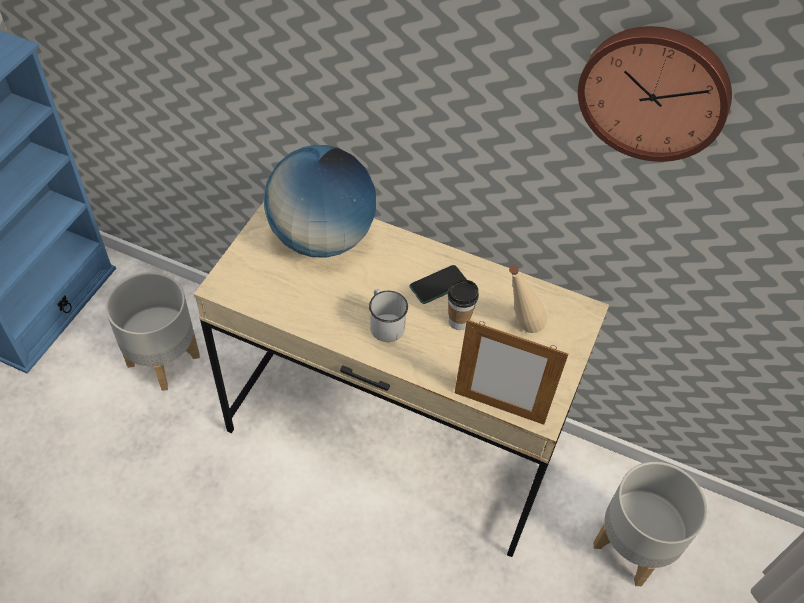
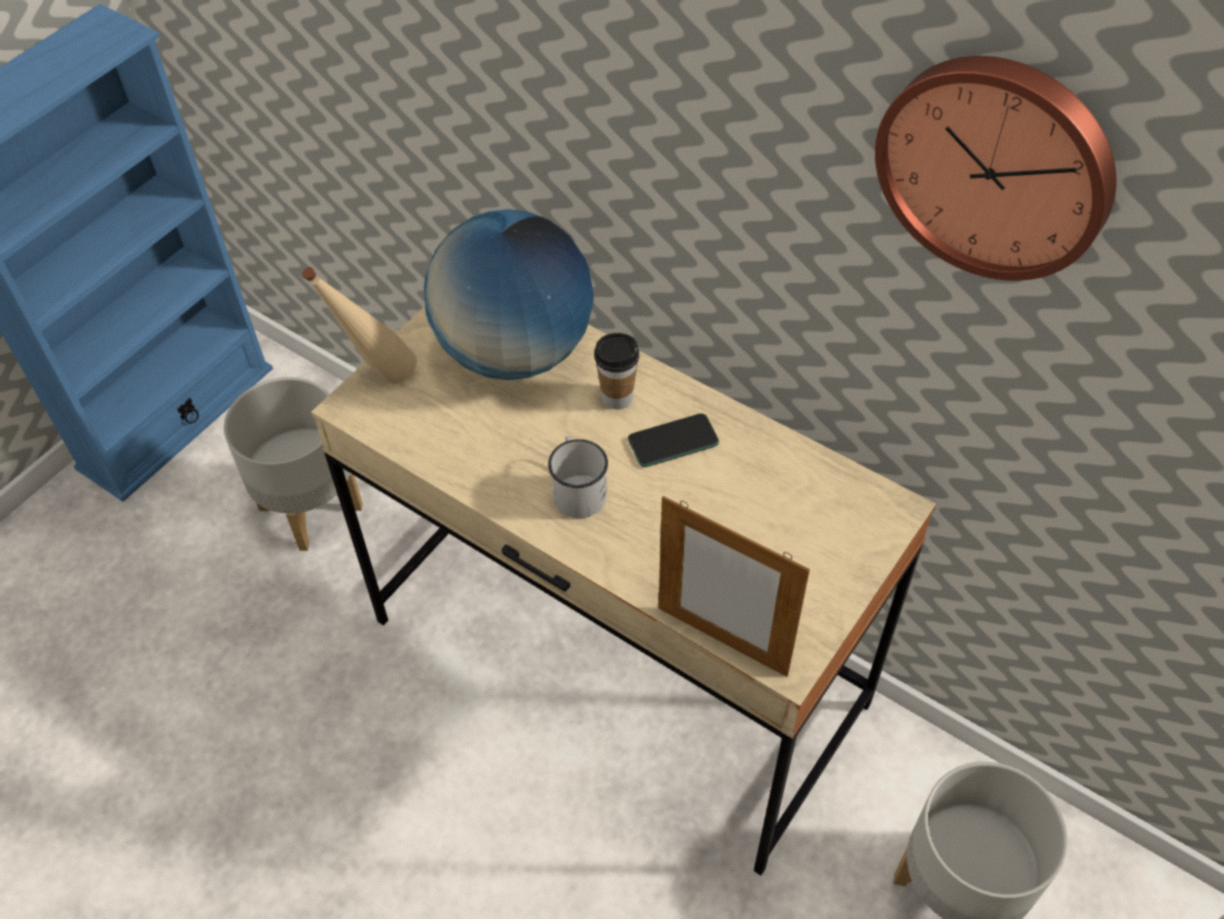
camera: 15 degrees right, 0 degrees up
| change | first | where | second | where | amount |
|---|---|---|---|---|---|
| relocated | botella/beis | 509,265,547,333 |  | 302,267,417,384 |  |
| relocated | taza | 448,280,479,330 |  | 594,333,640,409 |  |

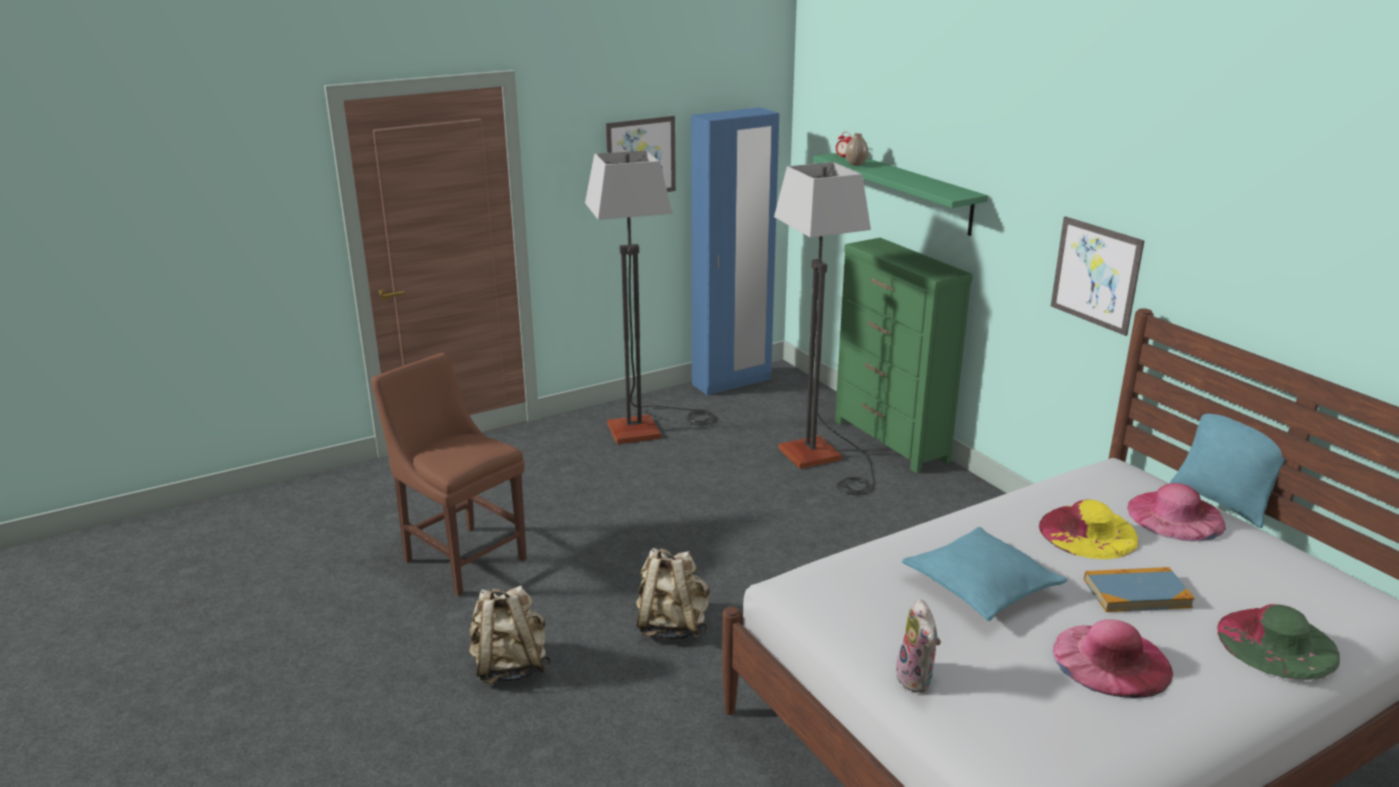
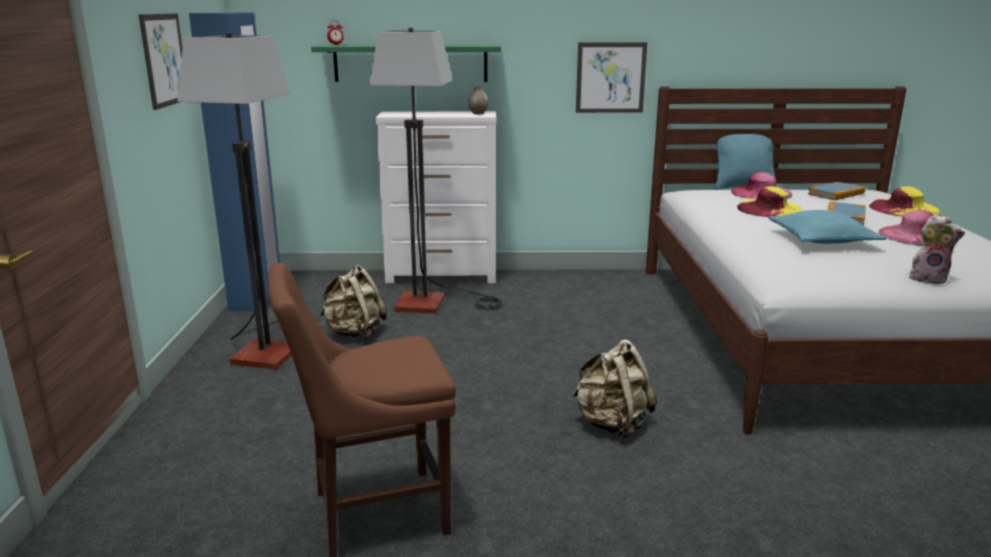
camera: 60 degrees left, 5 degrees down
| change | first | where | second | where | amount |
|---|---|---|---|---|---|
| relocated | florero | 845,133,868,166 |  | 468,86,488,114 |  |
| colour | cómoda/verde | 835,238,973,473 | cómoda/blanco | 376,111,496,283 |  |
| relocated | mochila/beis | 469,585,551,684 |  | 320,265,388,341 |  |
| colour | sombrero/verde | 1217,604,1340,680 | sombrero/amarillo | 869,186,940,216 |  |
| appeared |  |  | libro | 808,182,865,200 |  |

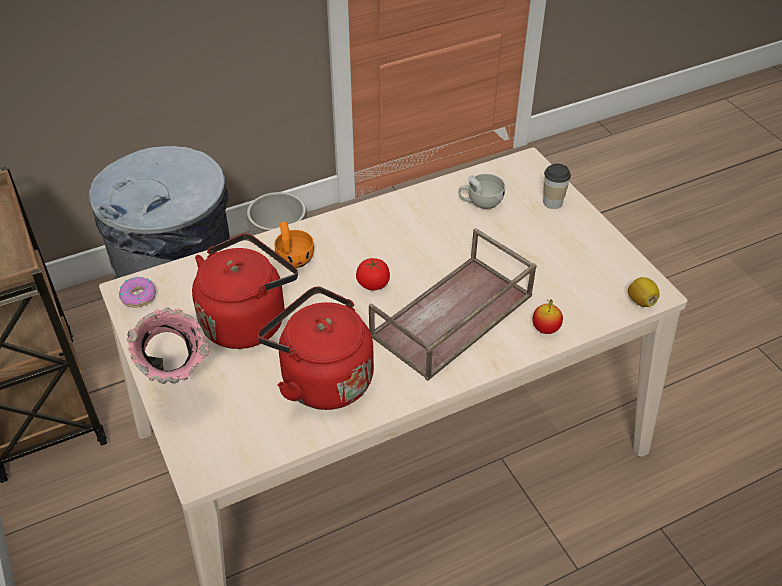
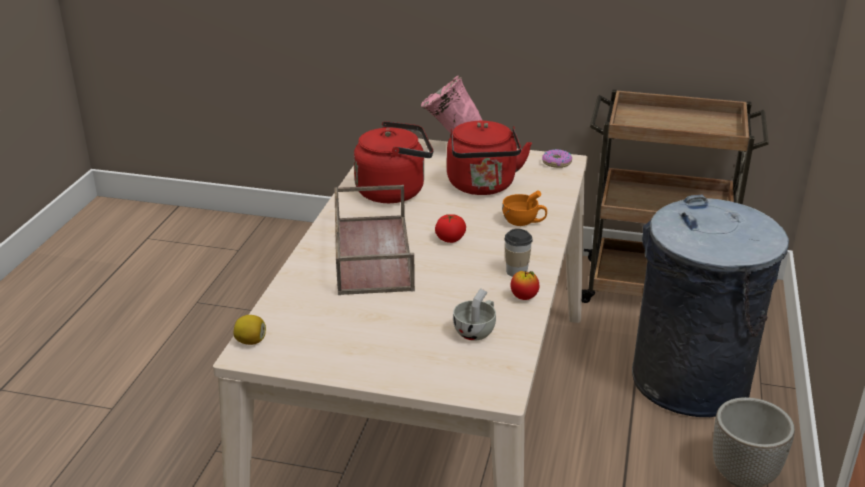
camera: 130 degrees right, 15 degrees down
| change | first | where | second | where | amount |
|---|---|---|---|---|---|
| relocated | taza | 543,163,571,209 |  | 505,229,533,277 |  |
| relocated | manzana | 532,299,563,334 |  | 510,271,539,300 |  |

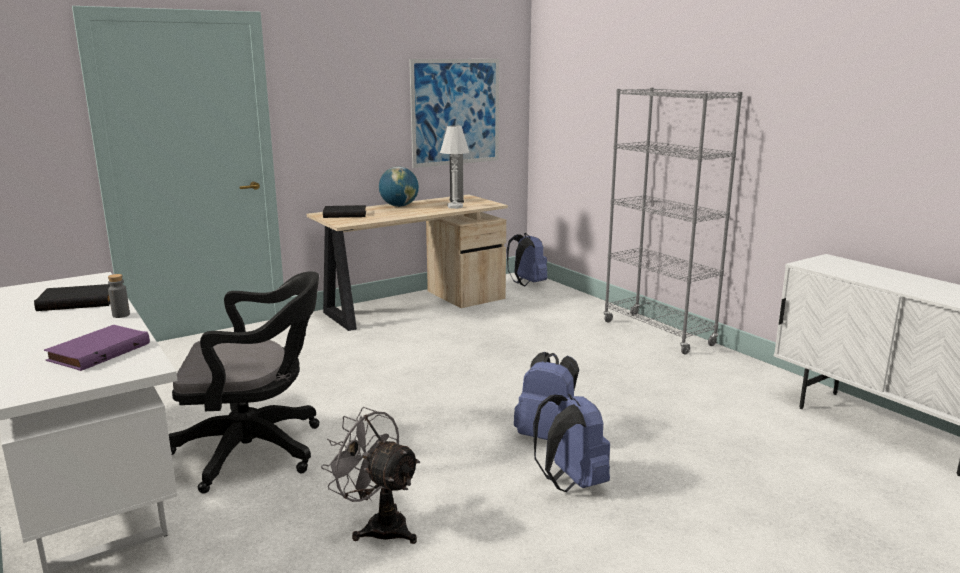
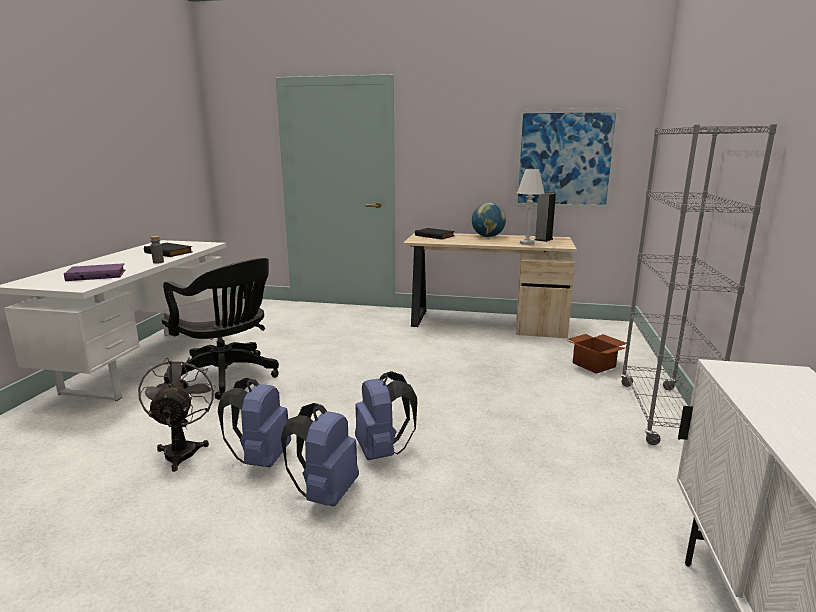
camera: 45 degrees right, 0 degrees up
| change | first | where | second | where | amount |
|---|---|---|---|---|---|
| relocated | mochila/azul | 506,233,547,286 |  | 218,378,291,467 |  |
| appeared |  |  | caja de cartón | 566,334,627,374 |  |

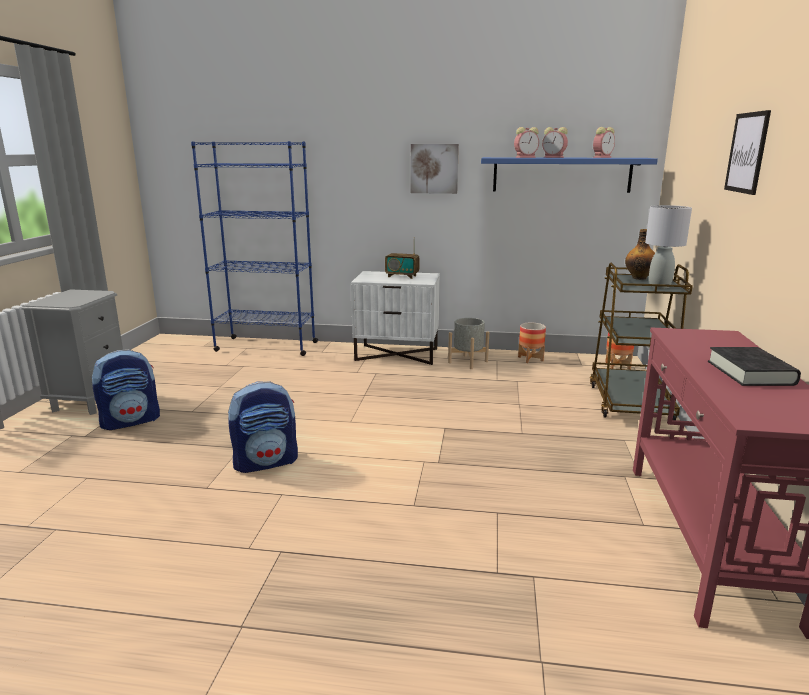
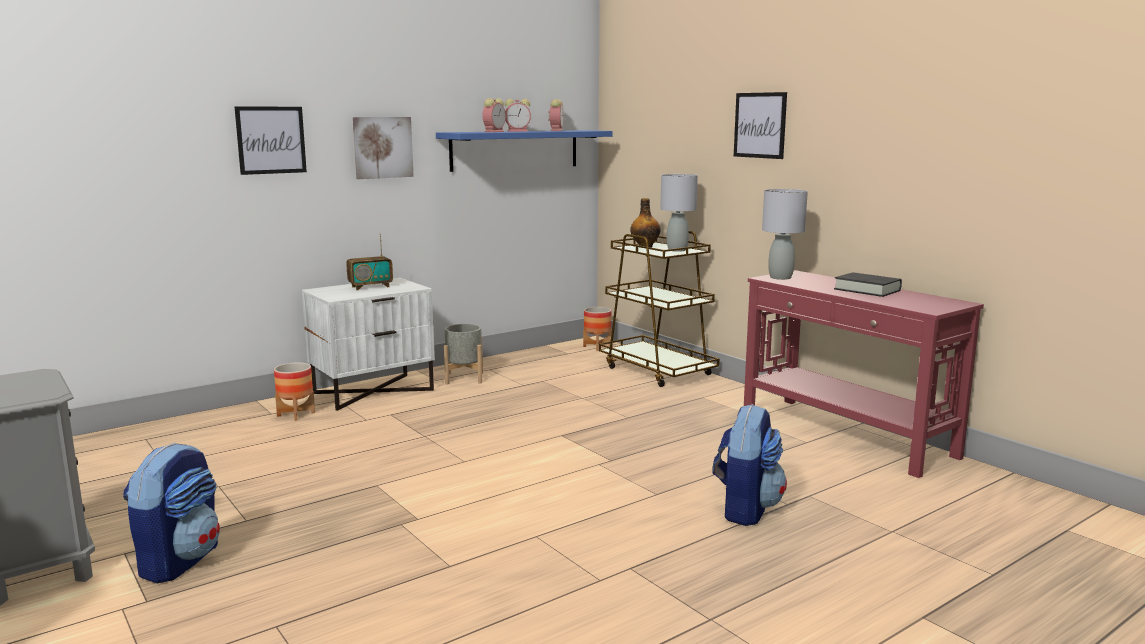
camera: 45 degrees left, 5 degrees down
| change | first | where | second | where | amount |
|---|---|---|---|---|---|
| missing | estantería/azul | 191,141,318,356 |  |  |  |
| relocated | maceta | 518,323,546,363 |  | 274,362,315,421 |  |
| relocated | mochila | 228,381,298,473 |  | 712,404,787,526 |  |
| appeared |  |  | cuadro | 234,106,307,175 |  |
| appeared |  |  | lámpara de mesa/gris | 762,189,808,280 |  |

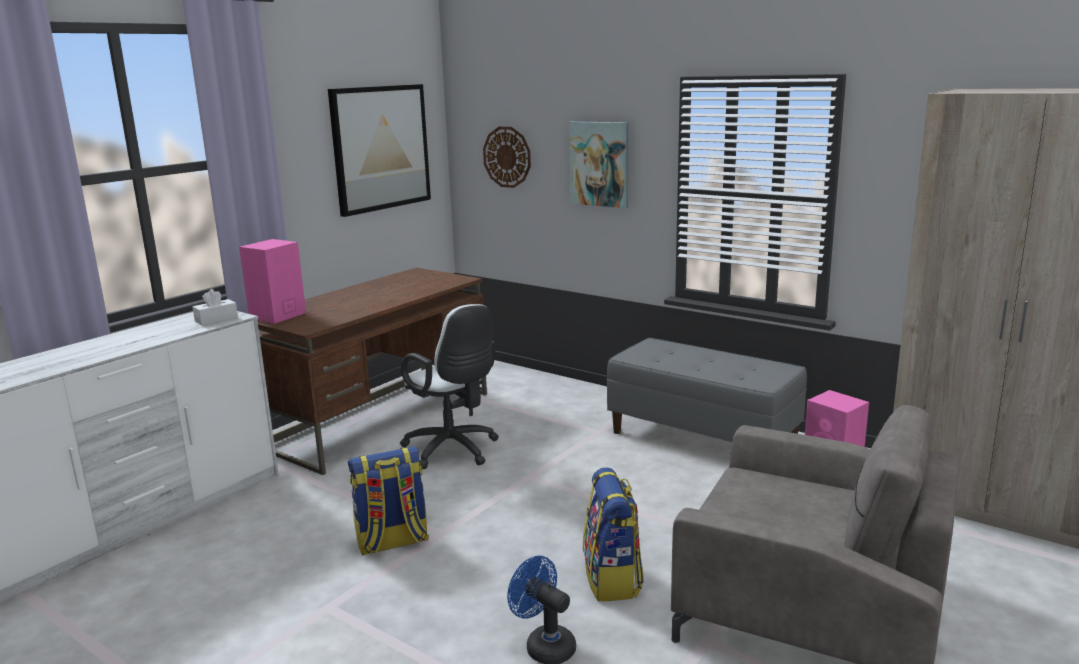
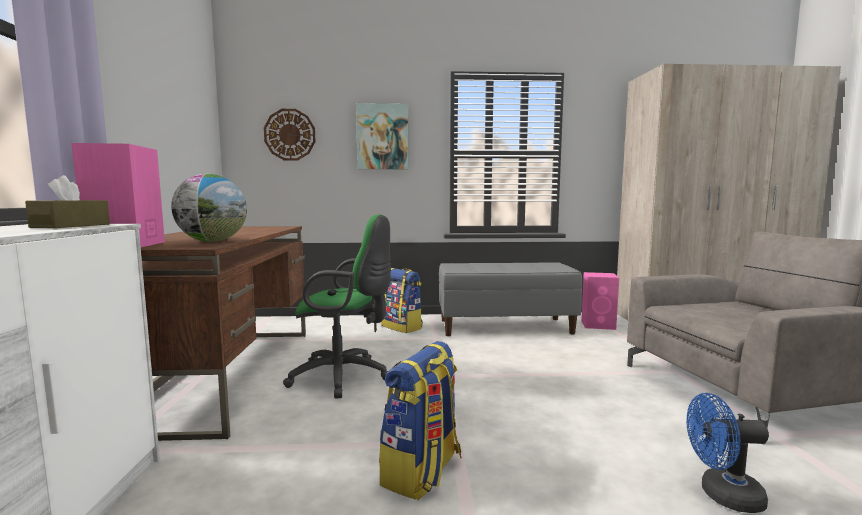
camera: 40 degrees left, 10 degrees down
| change | first | where | second | where | amount |
|---|---|---|---|---|---|
| missing | cuadro | 328,84,431,217 |  |  |  |
| colour | caja de pañuelos/blanco | 193,289,238,326 | caja de pañuelos/marrón | 25,175,110,228 |  |
| colour | silla de oficina/blanco | 400,304,499,469 | silla de oficina/verde | 283,214,391,399 |  |
| relocated | mochila | 583,468,644,601 |  | 381,268,423,333 |  |
| appeared |  |  | globo terráqueo | 171,174,247,242 |  |

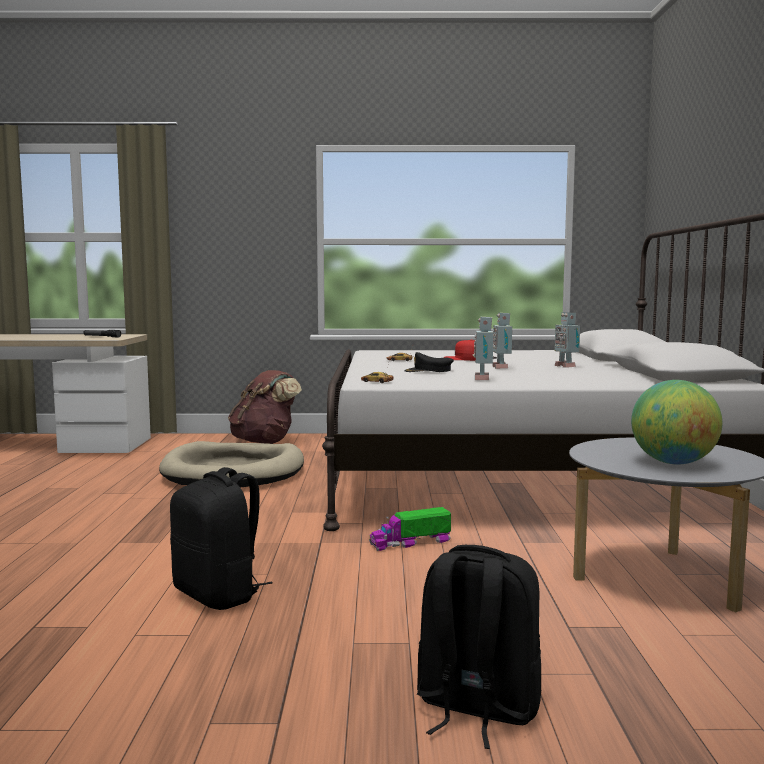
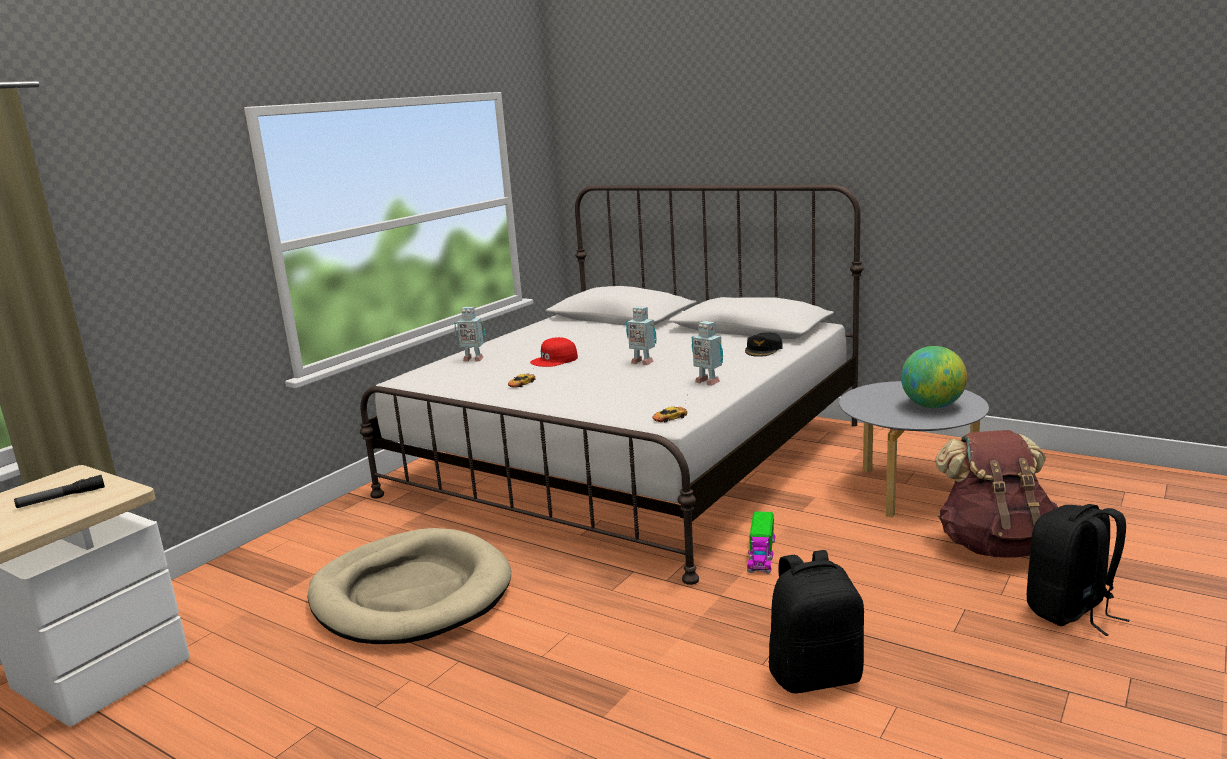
camera: 55 degrees left, 10 degrees up
| change | first | where | second | where | amount |
|---|---|---|---|---|---|
| relocated | robot de juguete | 554,312,580,368 |  | 454,307,486,362 |  |
| relocated | gorra/negro | 404,352,454,372 |  | 745,332,783,357 |  |
| relocated | mochila/marrón | 228,370,302,444 |  | 935,430,1058,557 |  |

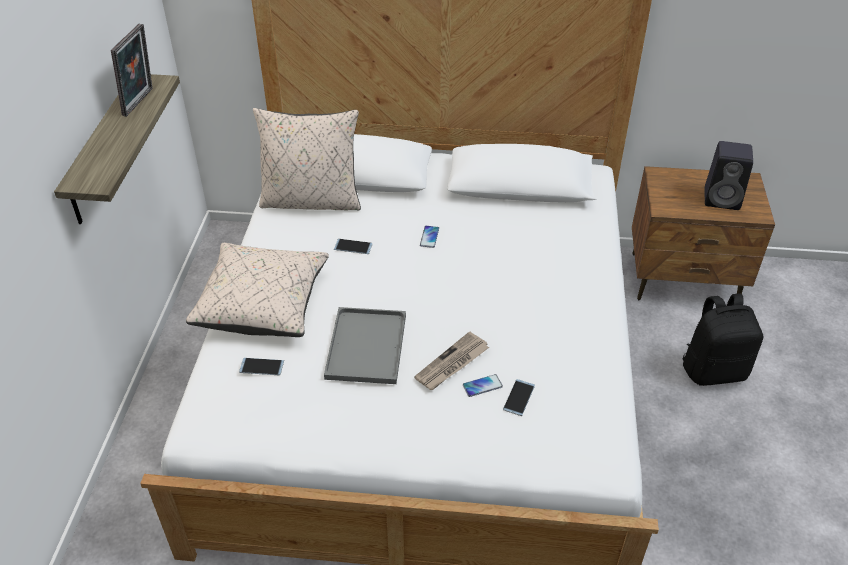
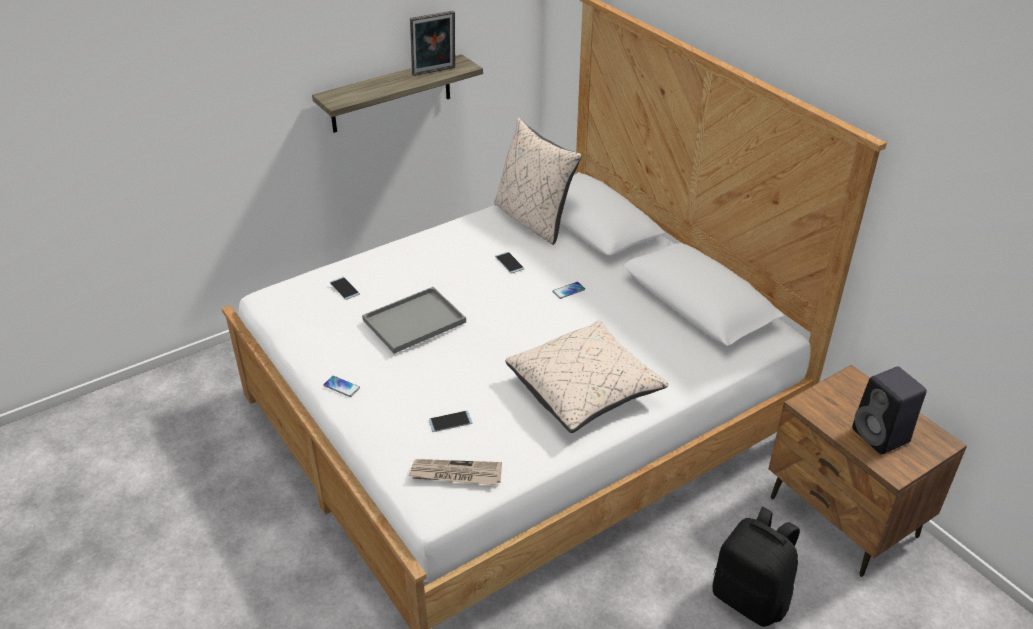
camera: 50 degrees right, 5 degrees down
| change | first | where | second | where | amount |
|---|---|---|---|---|---|
| relocated | cojín/beis | 186,243,329,337 |  | 505,320,669,433 |  |
| relocated | periódico | 414,332,489,390 |  | 409,459,502,485 |  |
| relocated | móvil | 463,374,503,397 |  | 323,376,360,397 |  |

